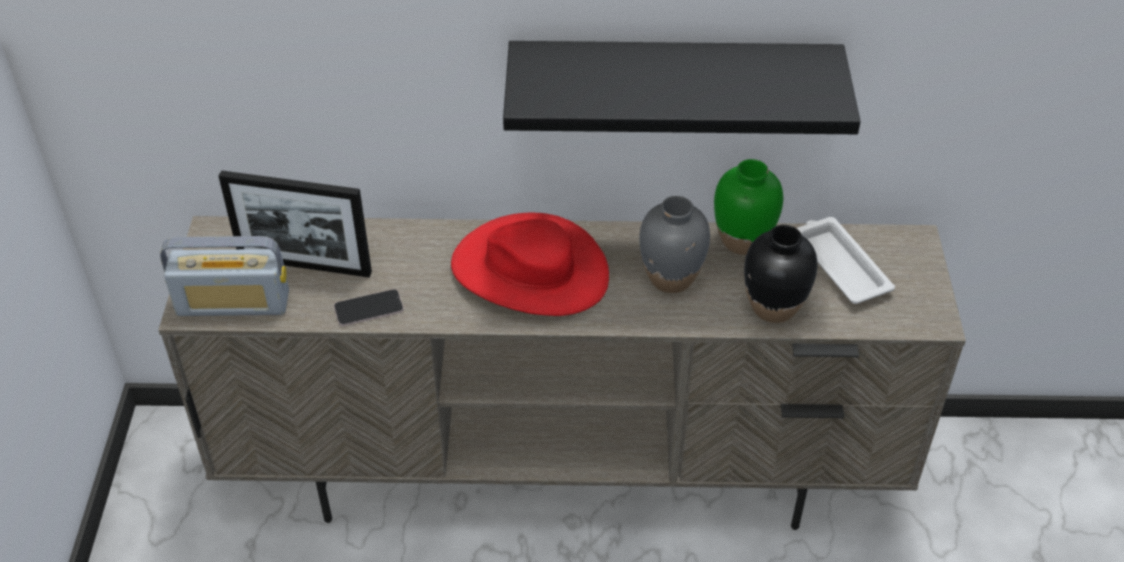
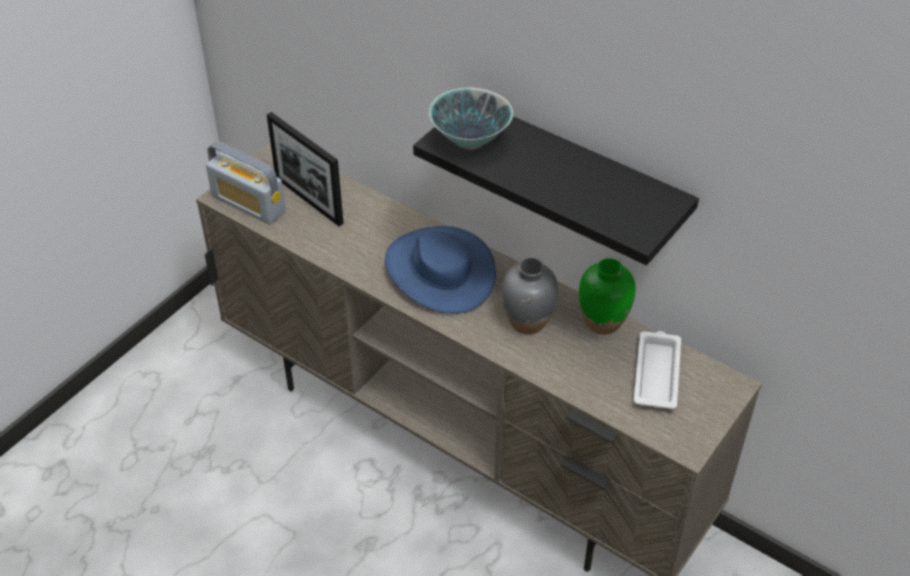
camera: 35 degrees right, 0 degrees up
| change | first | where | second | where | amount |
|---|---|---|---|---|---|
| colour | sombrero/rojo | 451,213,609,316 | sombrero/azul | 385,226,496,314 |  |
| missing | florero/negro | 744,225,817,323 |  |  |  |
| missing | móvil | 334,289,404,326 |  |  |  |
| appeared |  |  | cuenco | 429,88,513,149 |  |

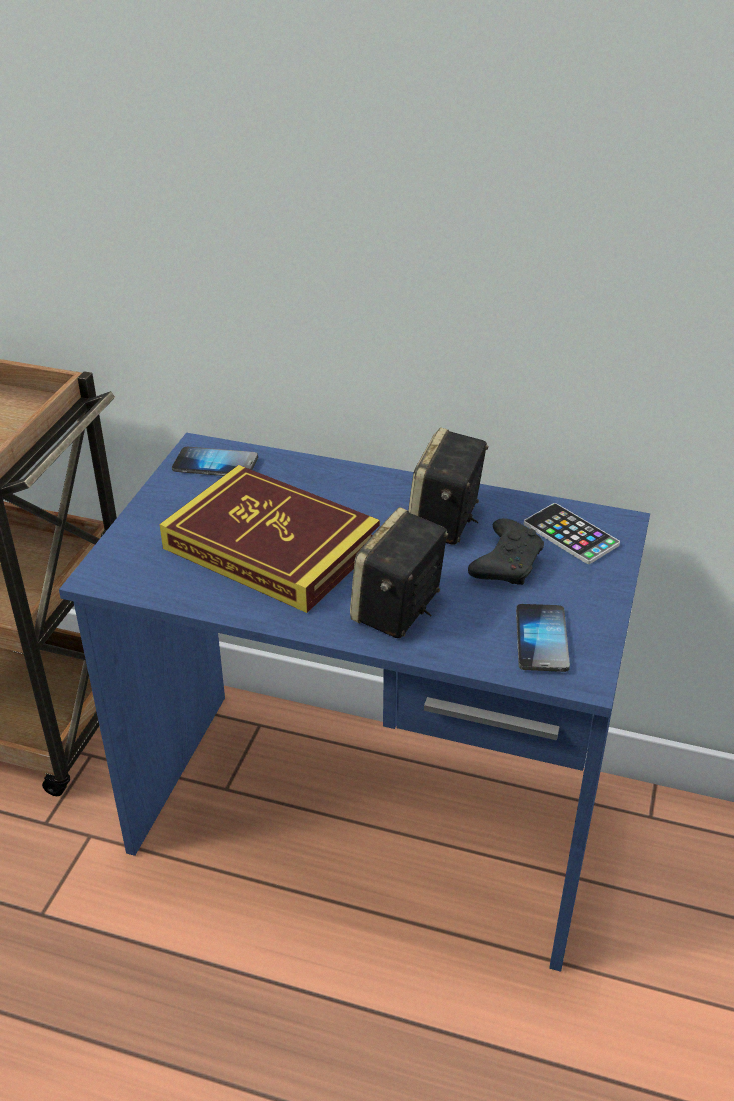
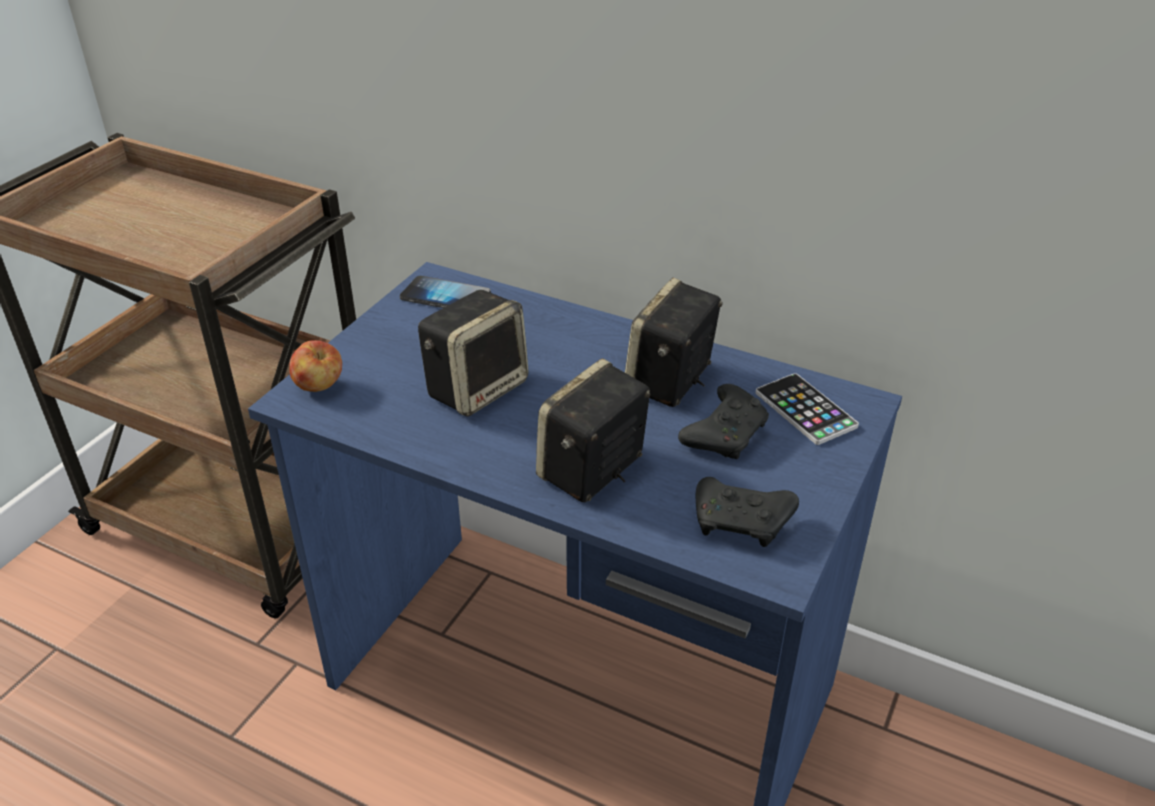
camera: 10 degrees right, 0 degrees up
| change | first | where | second | where | amount |
|---|---|---|---|---|---|
| exchanged | libro | 159,465,380,613 | altavoz | 418,290,529,417 |  |
| exchanged | móvil | 516,604,570,672 | mando de consola/negro | 696,477,799,547 |  |
| appeared |  |  | manzana | 289,340,342,392 |  |

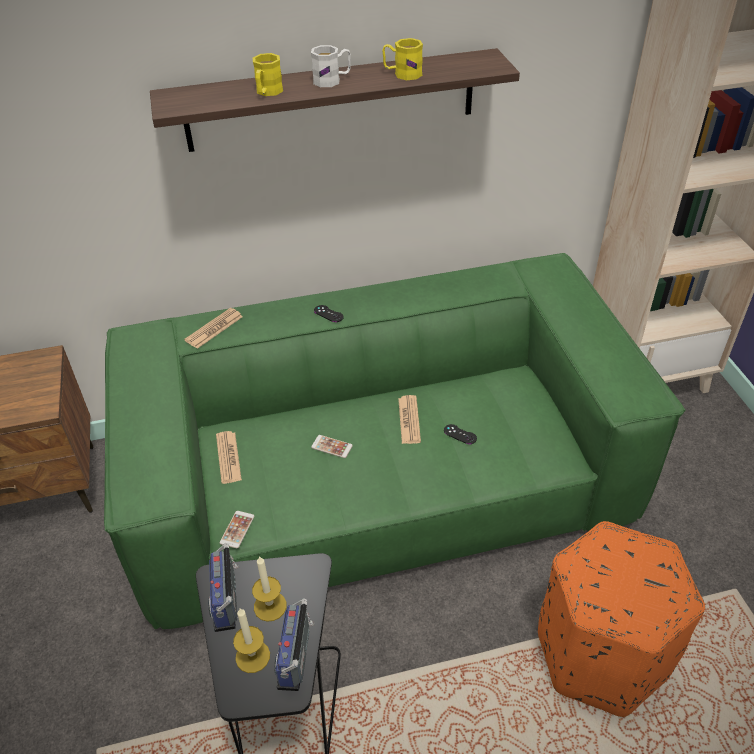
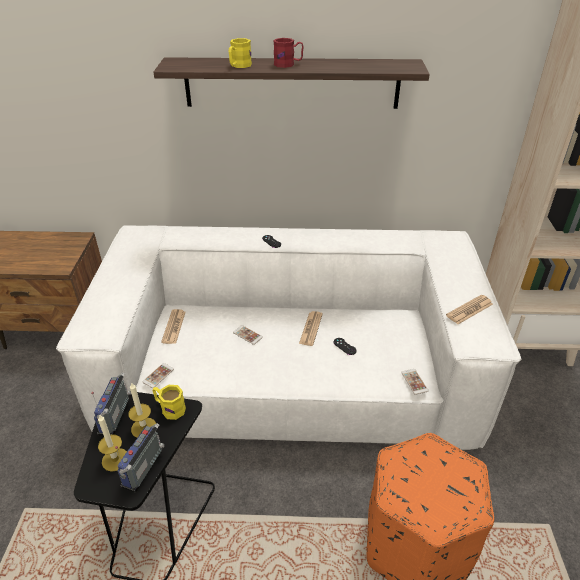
camera: 15 degrees right, 5 degrees down
| change | first | where | second | where | amount |
|---|---|---|---|---|---|
| relocated | taza grande/amarillo | 382,38,423,80 |  | 153,385,186,420 |  |
| colour | taza grande/blanco | 311,45,351,87 | taza grande/rojo | 273,38,304,68 |  |
| colour | sofá/verde | 104,253,686,629 | sofá/blanco | 56,226,522,450 |  |
| relocated | periódico | 184,308,243,349 |  | 446,295,493,324 |  |
| appeared |  |  | móvil | 401,369,428,395 |  |

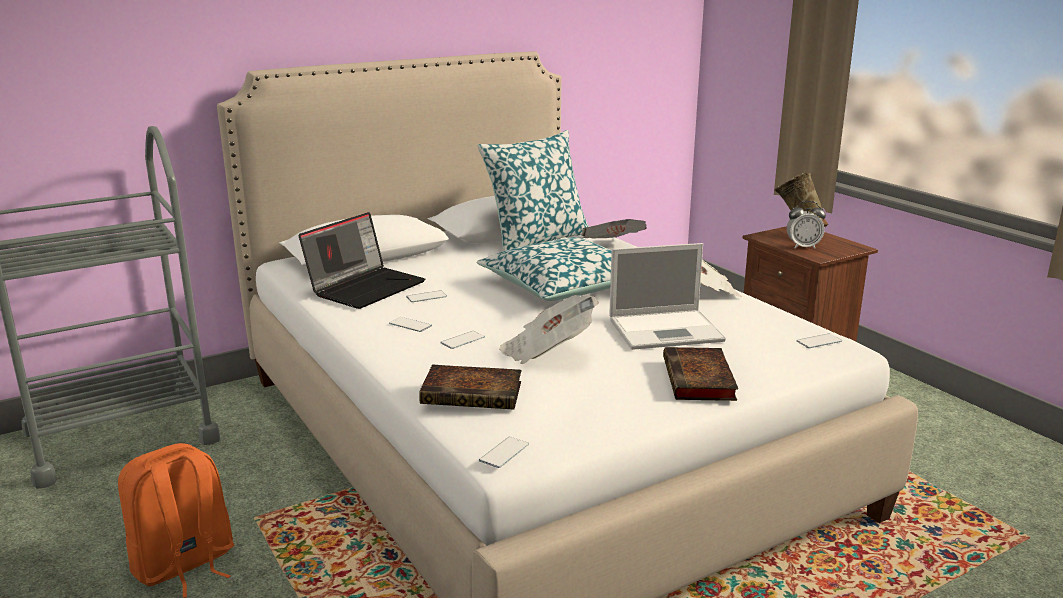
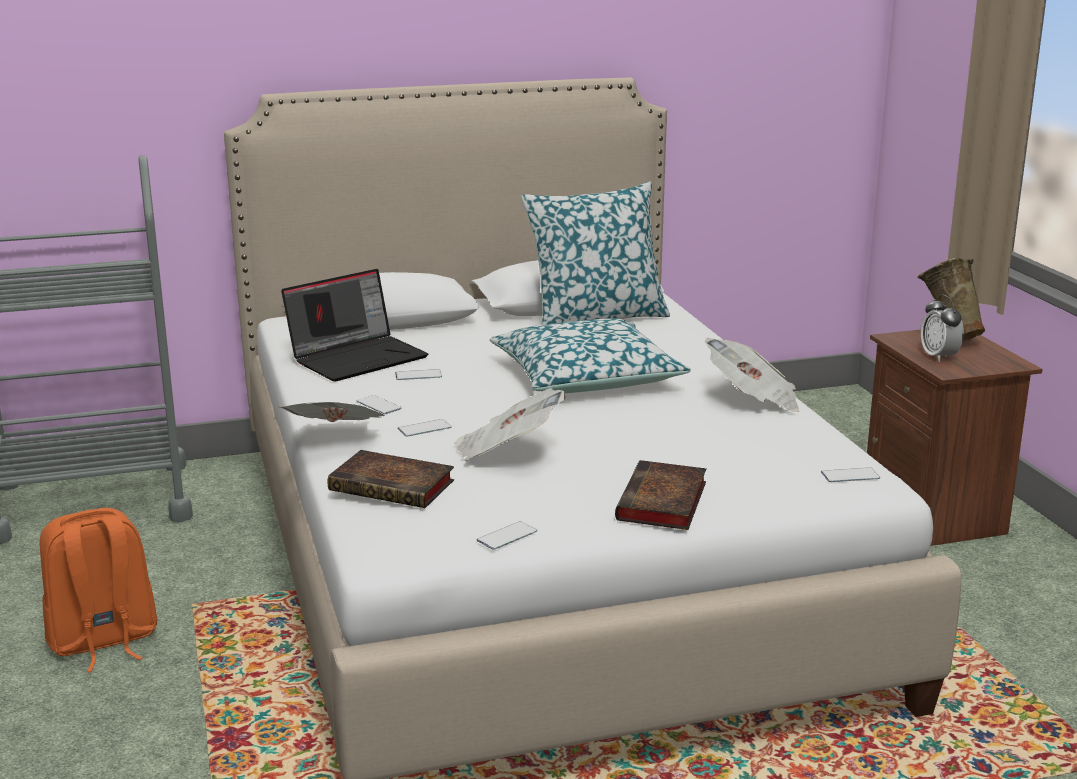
camera: 15 degrees right, 0 degrees up
| change | first | where | second | where | amount |
|---|---|---|---|---|---|
| spun | despertador | 787,201,826,249 |  | 921,295,964,362 | 60 degrees clockwise |
| relocated | periódico | 582,219,647,239 |  | 280,402,384,422 |  |
| missing | portátil | 609,243,726,350 |  |  |  |
| relocated | móvil | 479,437,529,468 |  | 476,521,537,550 |  |

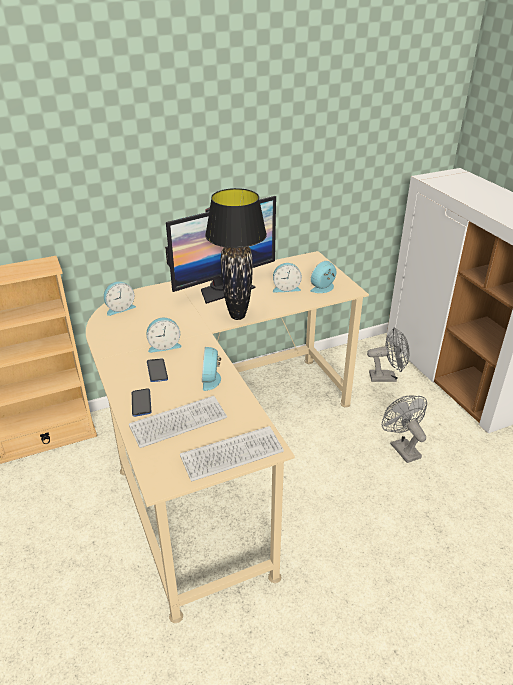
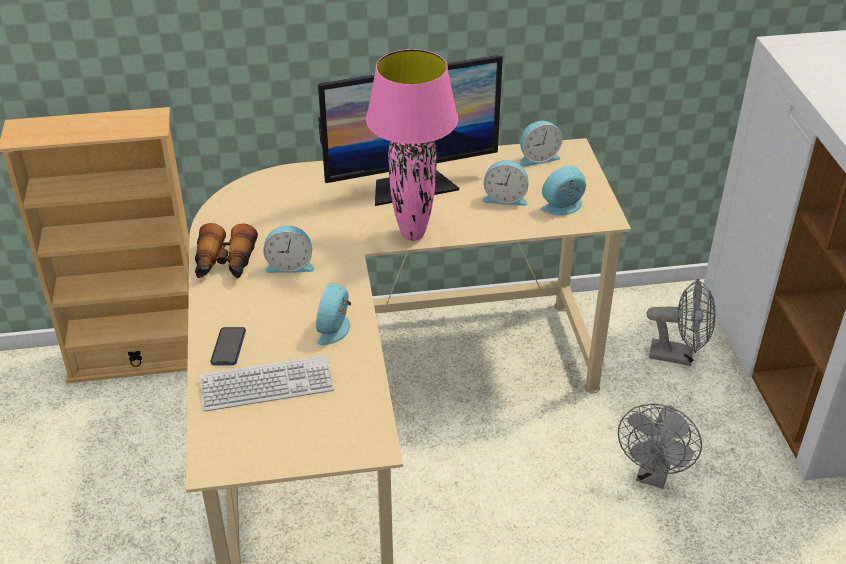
camera: 15 degrees right, 5 degrees up
| change | first | where | second | where | amount |
|---|---|---|---|---|---|
| colour | lámpara de mesa/negro | 205,188,267,320 | lámpara de mesa/rosa | 366,49,458,241 |  |
| relocated | despertador | 104,282,136,316 |  | 520,121,562,167 |  |
| missing | móvil | 147,358,168,382 |  |  |  |
| spun | ventilador/gris | 382,396,427,463 |  | 618,404,702,489 | 150 degrees counterclockwise |
| missing | teclado | 180,426,284,481 |  |  |  |
| appeared |  |  | prismáticos | 195,223,258,279 |  |

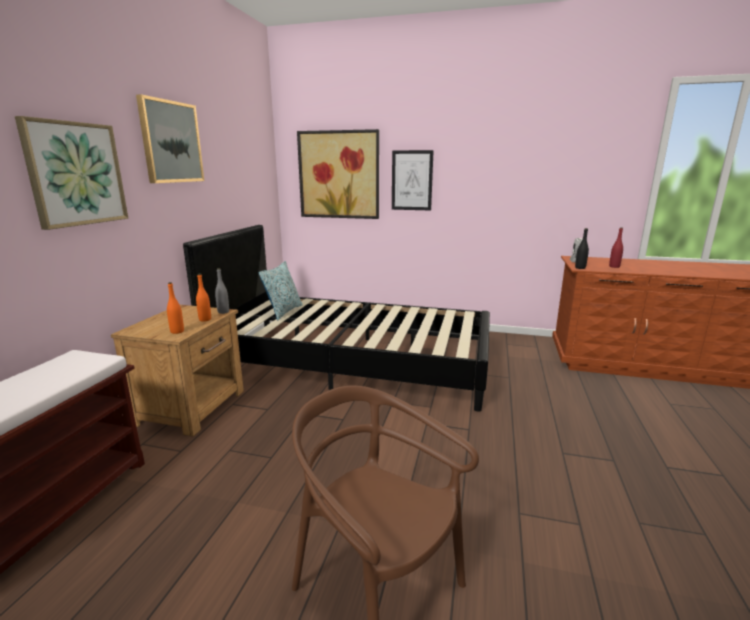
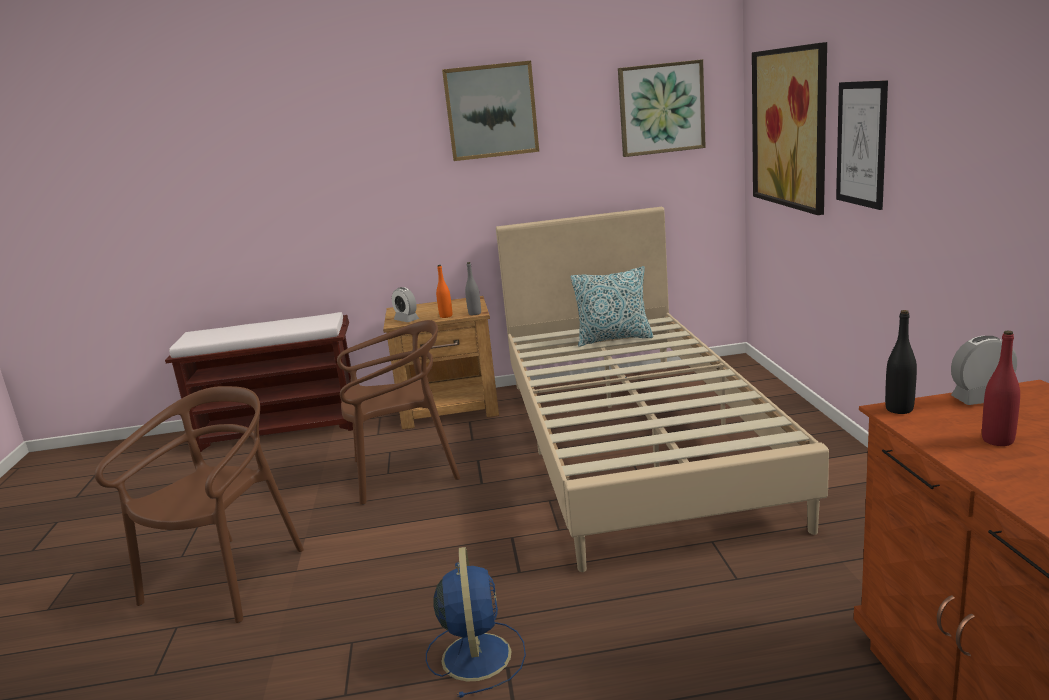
camera: 70 degrees right, 0 degrees up
| change | first | where | second | where | amount |
|---|---|---|---|---|---|
| relocated | cuadro | 15,116,128,230 |  | 618,59,706,157 |  |
| colour | cama/negro | 183,225,490,412 | cama/beis | 496,207,829,572 |  |
| exchanged | botella/naranja | 167,282,184,334 | despertador | 392,287,419,322 |  |
| appeared |  |  | silla/marrón | 337,320,460,505 |  |
| appeared |  |  | ventilador/azul | 426,547,526,698 |  |

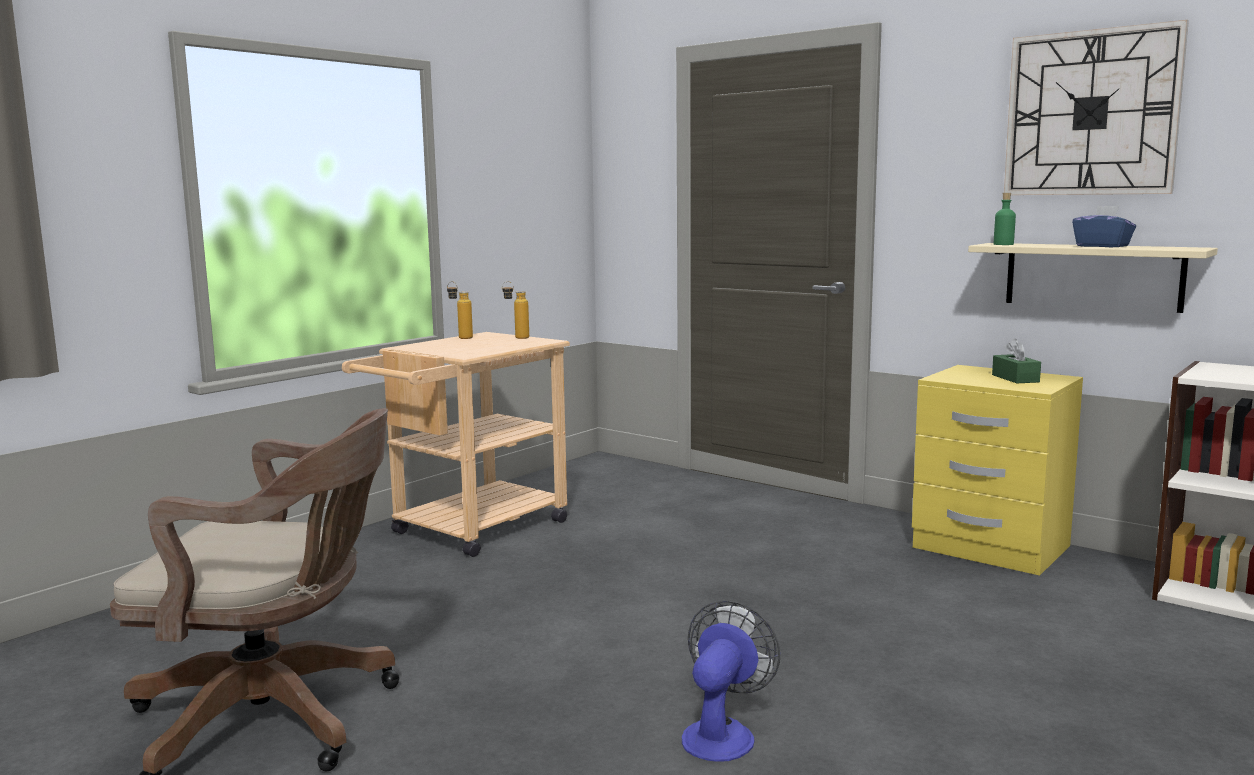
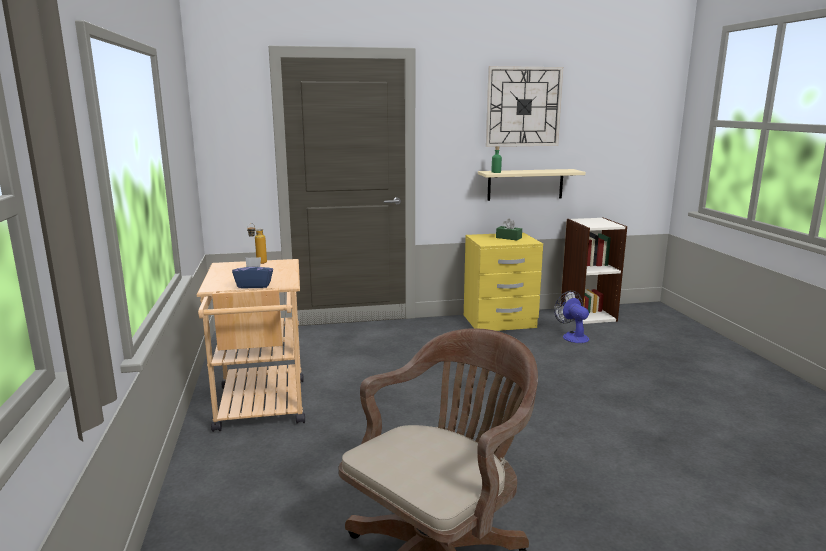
camera: 50 degrees left, 5 degrees up
| change | first | where | second | where | amount |
|---|---|---|---|---|---|
| relocated | caja de pañuelos/azul | 1072,205,1136,247 |  | 232,257,273,288 |  |
| missing | botella | 447,281,473,339 |  |  |  |
| relocated | ventilador | 682,601,780,762 |  | 554,291,589,343 |  |

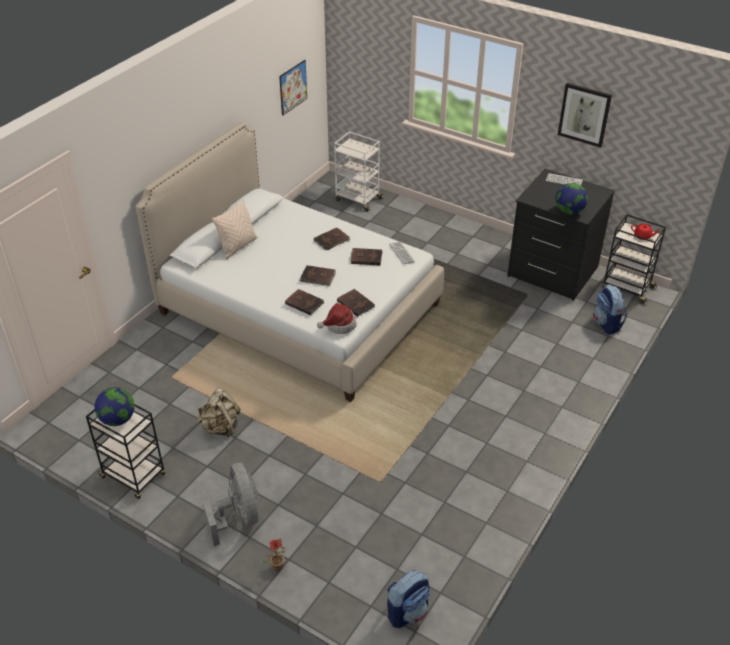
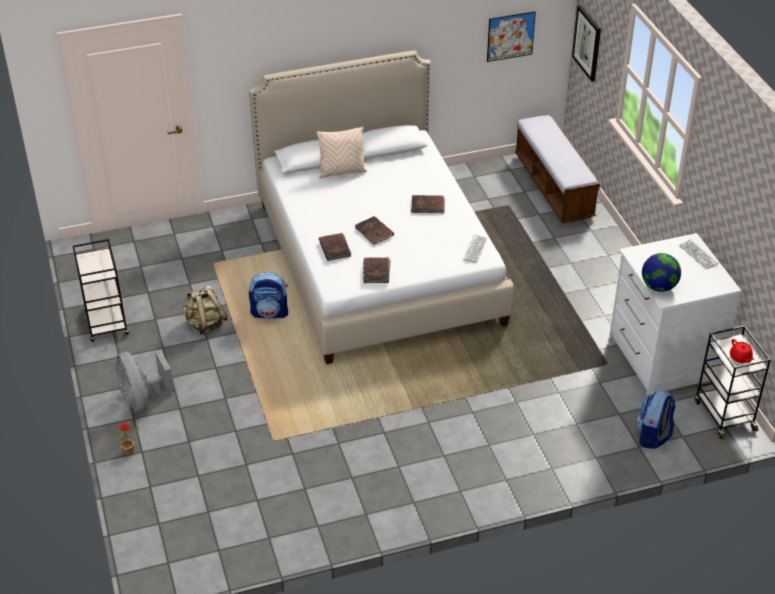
camera: 40 degrees right, 0 degrees up
| change | first | where | second | where | amount |
|---|---|---|---|---|---|
| relocated | cuadro | 558,83,612,148 |  | 572,5,601,82 |  |
| exchanged | carrito/blanco | 334,131,384,211 | banco | 515,115,600,223 |  |
| colour | cómoda/negro | 507,169,615,301 | cómoda/blanco | 609,233,741,395 |  |
| missing | libro/marrón | 350,248,383,266 |  |  |  |
| missing | sombrero | 317,303,357,334 |  |  |  |
| missing | globo terráqueo | 94,387,134,426 |  |  |  |
| spun | ventilador/gris | 203,463,260,546 |  | 115,350,174,412 | 135 degrees clockwise |
| relocated | mochila | 387,570,430,628 |  | 249,272,288,318 |  |

